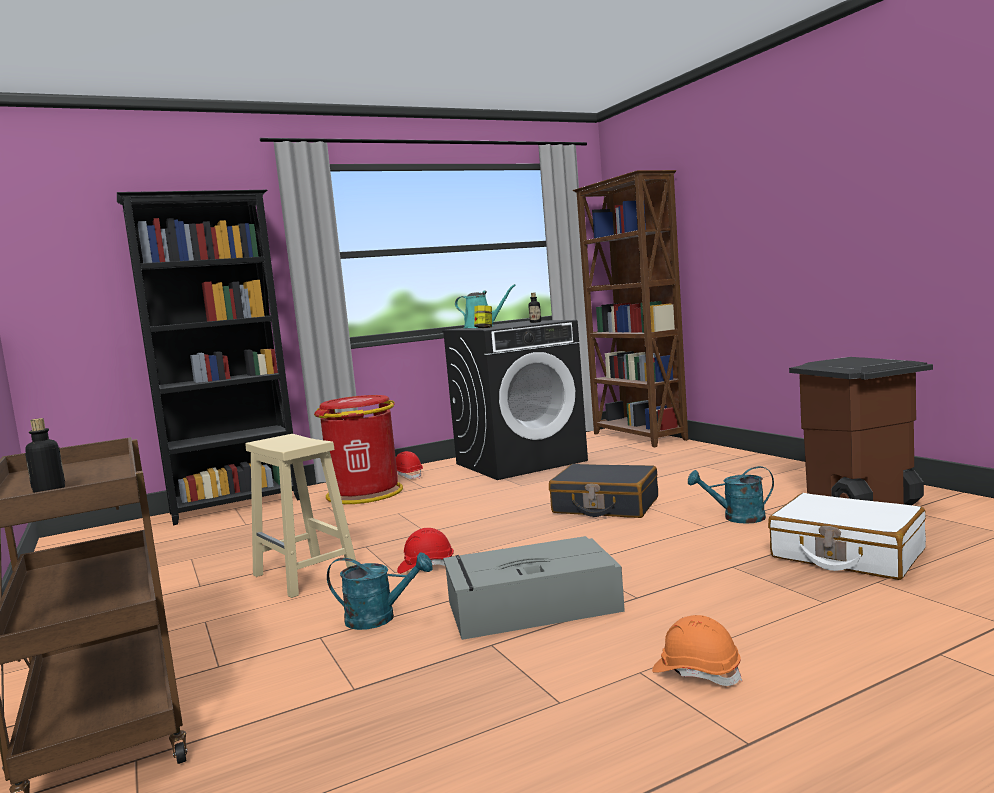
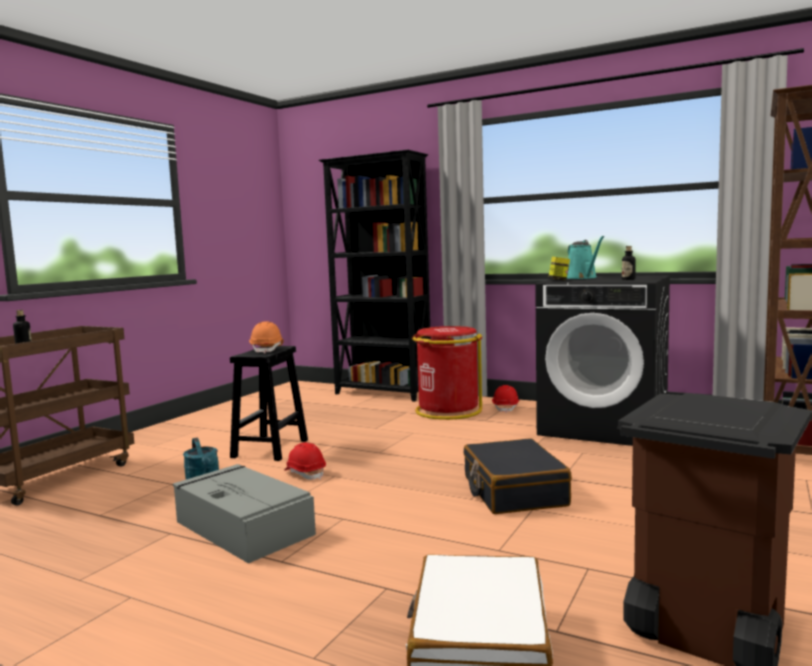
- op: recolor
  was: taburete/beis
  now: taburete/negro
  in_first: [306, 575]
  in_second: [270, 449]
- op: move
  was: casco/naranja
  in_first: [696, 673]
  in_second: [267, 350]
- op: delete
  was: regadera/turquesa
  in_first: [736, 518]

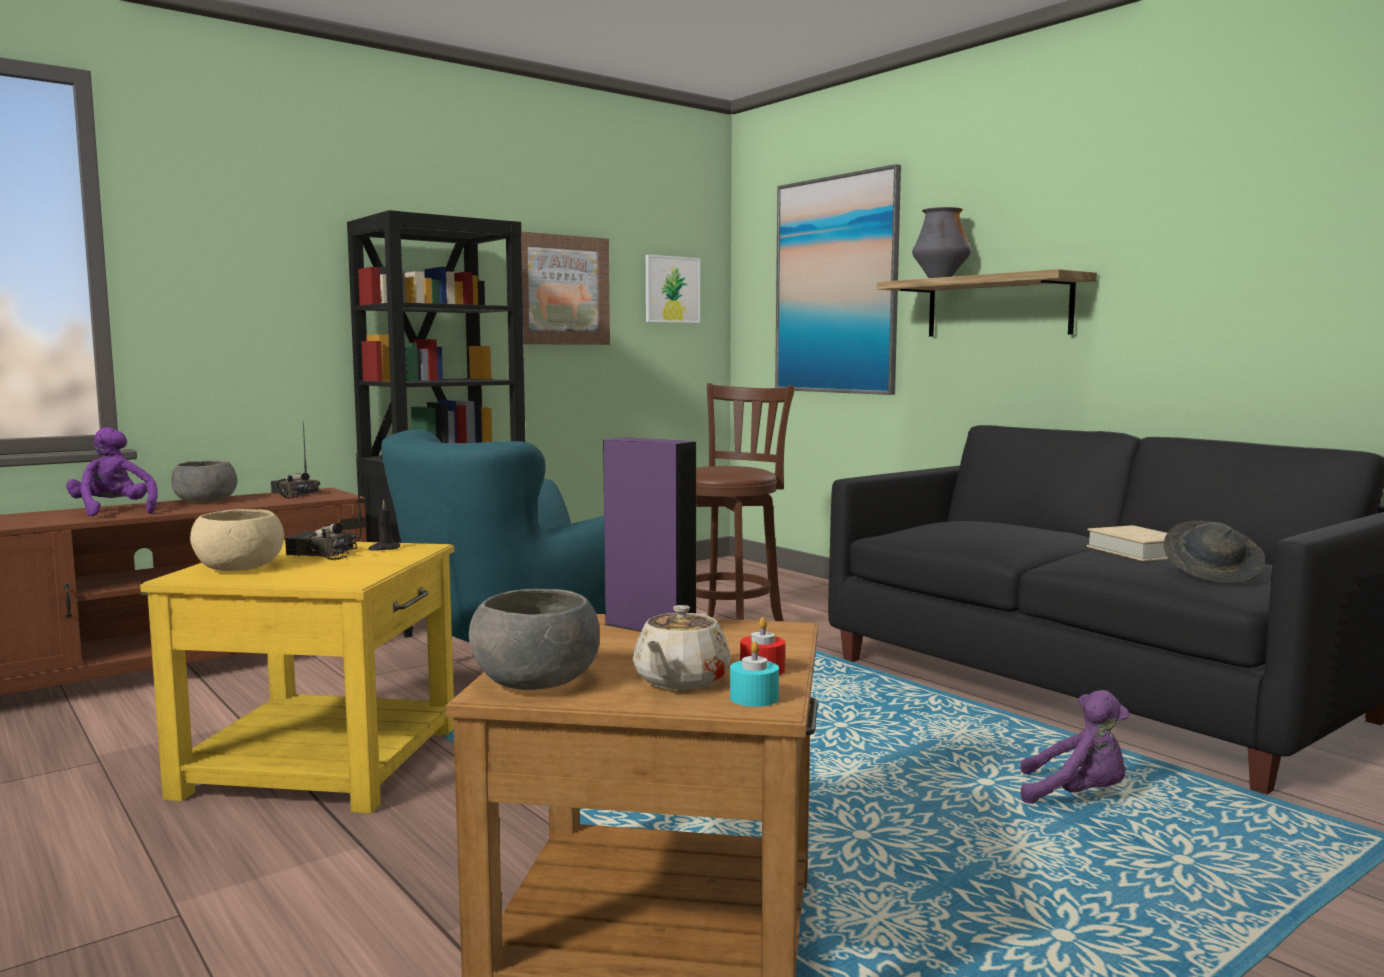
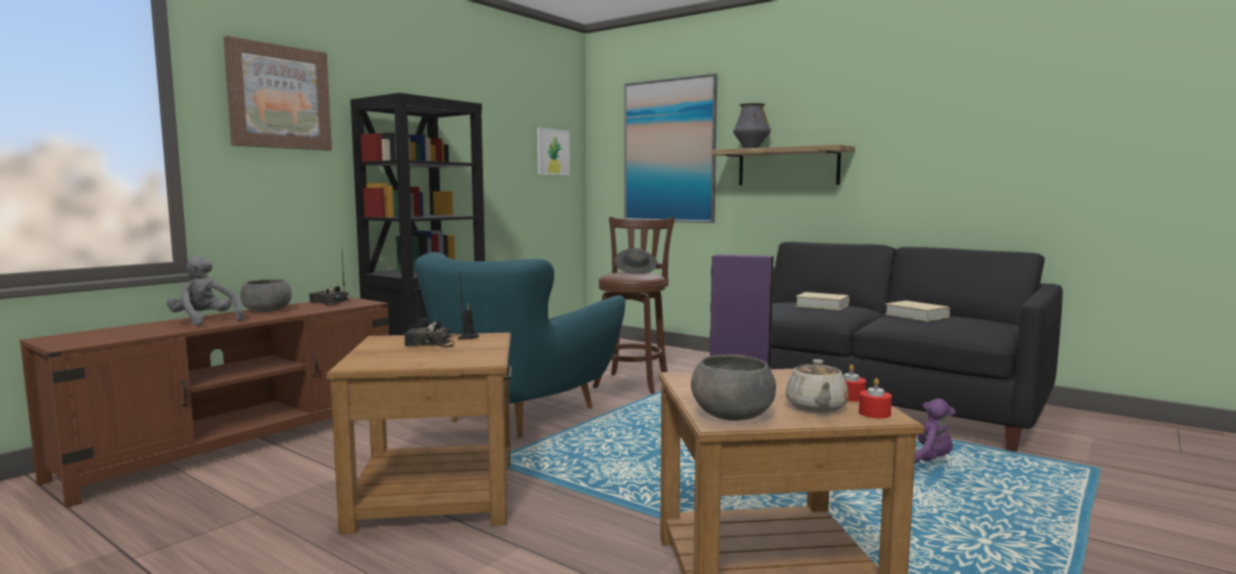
- op: recolor
  was: peluche/morado
  now: peluche/gris
  in_first: [114, 512]
  in_second: [205, 321]
- op: recolor
  was: mesa auxiliar/amarillo
  now: mesa auxiliar/marrón
  in_first: [322, 762]
  in_second: [435, 494]
- op: delete
  was: cuenco/beis
  in_first: [239, 568]
- op: move
  was: cuadro
  in_first: [560, 290]
  in_second: [279, 97]
- op: recolor
  was: vela/turquesa
  now: vela/rojo
  in_first: [754, 698]
  in_second: [874, 413]
- op: move
  was: sombrero/gris
  in_first: [1212, 574]
  in_second: [636, 271]
- op: insert
  now: libro/beis
  in_second: [822, 306]

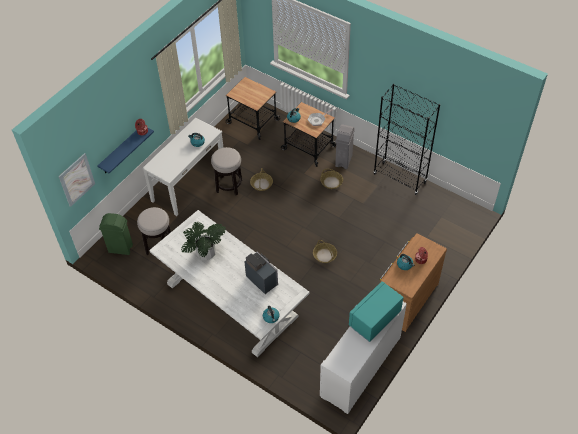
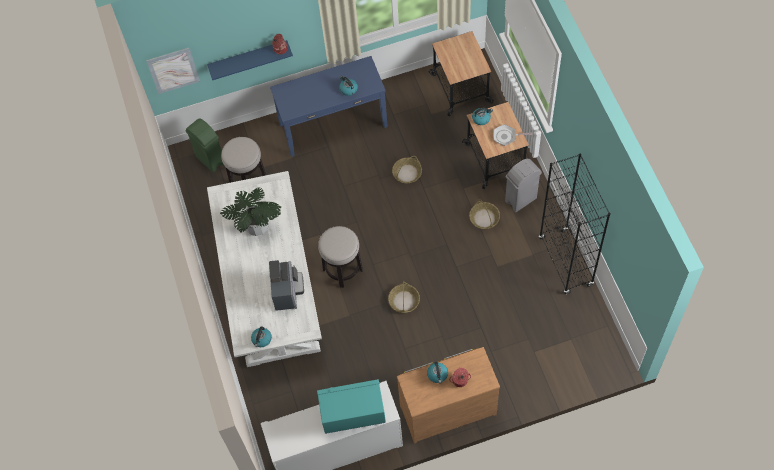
- op: recolor
  was: mesa consola/blanco
  now: mesa consola/azul
  in_first: [188, 183]
  in_second: [333, 124]
- op: move
  was: taburete
  in_first: [229, 186]
  in_second: [343, 269]

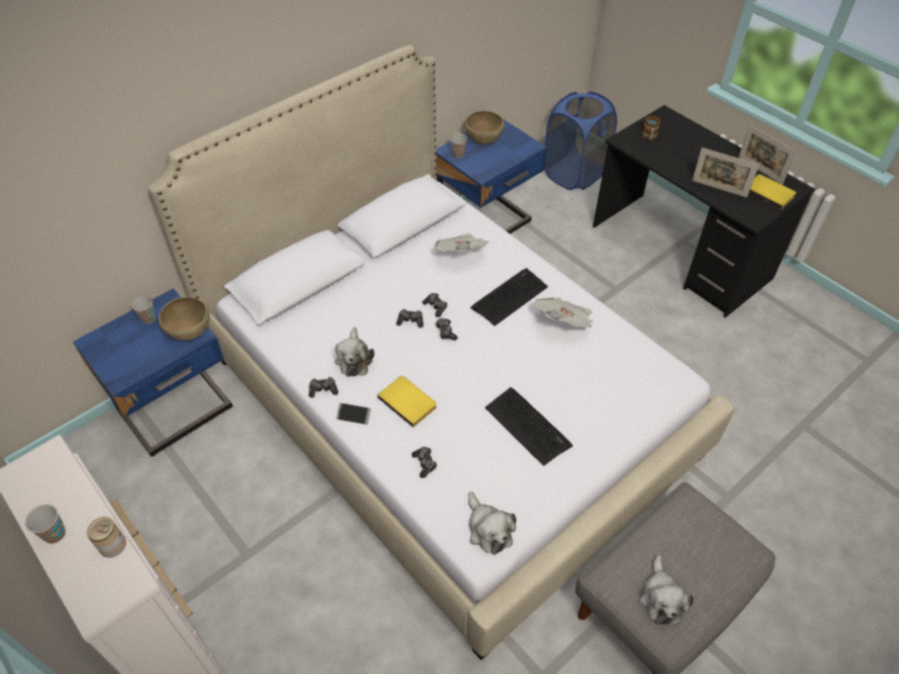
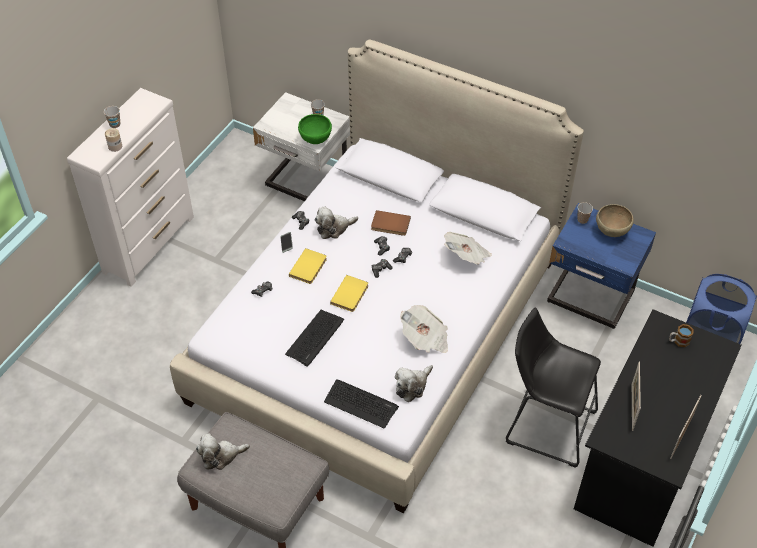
- op: recolor
  was: mesita de noche/azul
  now: mesita de noche/blanco
  in_first: [178, 411]
  in_second: [305, 183]
- op: recolor
  was: cuenco/marrón
  now: cuenco/verde
  in_first: [190, 333]
  in_second: [315, 140]
- op: move
  was: peluche
  in_first: [488, 529]
  in_second: [412, 386]
- op: move
  was: teclado
  in_first: [509, 297]
  in_second: [361, 404]
- op: move
  was: libro/amarillo
  in_first: [769, 192]
  in_second: [351, 295]
- op: insert
  now: libro/marrón
  in_second: [390, 225]
- op: insert
  now: taburete/negro
  in_second: [545, 424]

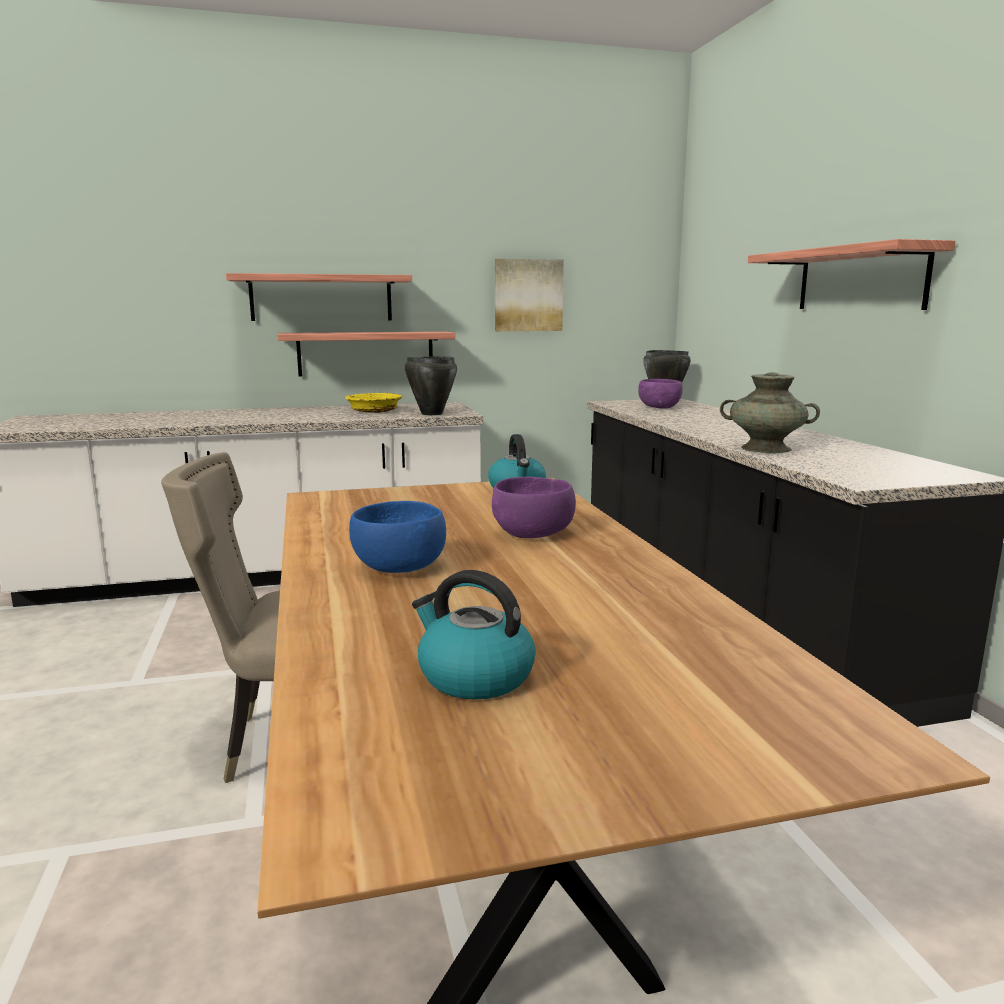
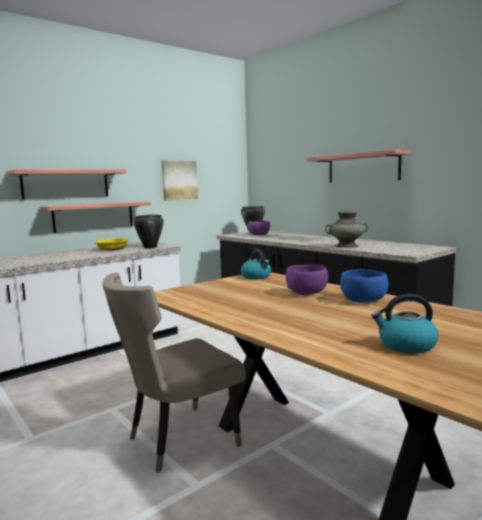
- op: move
  was: cuenco/azul
  in_first: [400, 568]
  in_second: [364, 300]

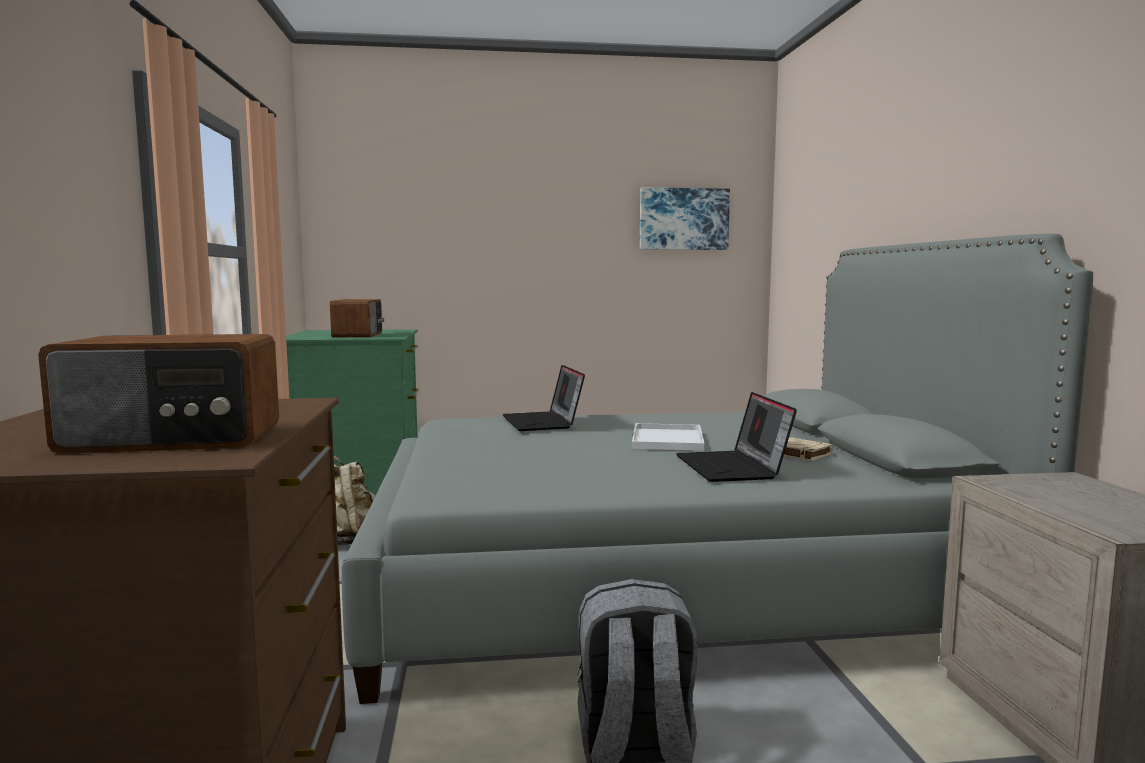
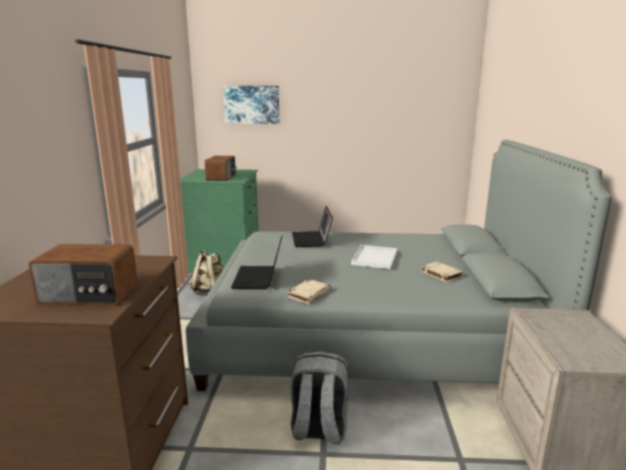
- op: move
  was: cuadro
  in_first: [683, 219]
  in_second: [251, 104]
- op: move
  was: portátil
  in_first: [733, 468]
  in_second: [259, 278]
- op: insert
  now: libro/beis
  in_second: [309, 294]

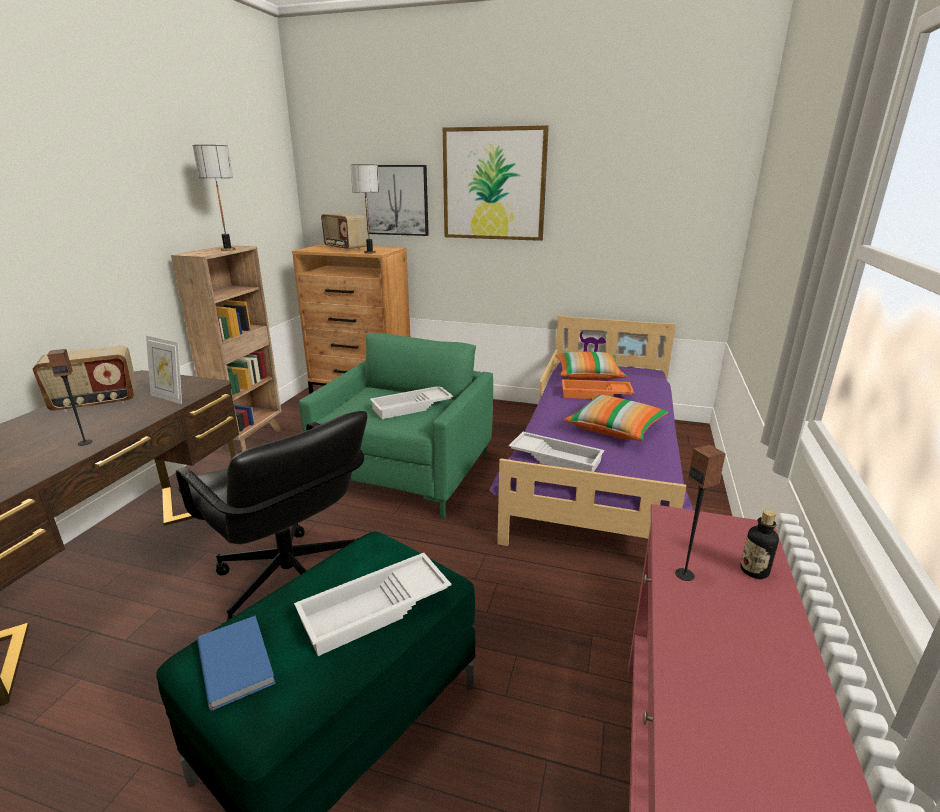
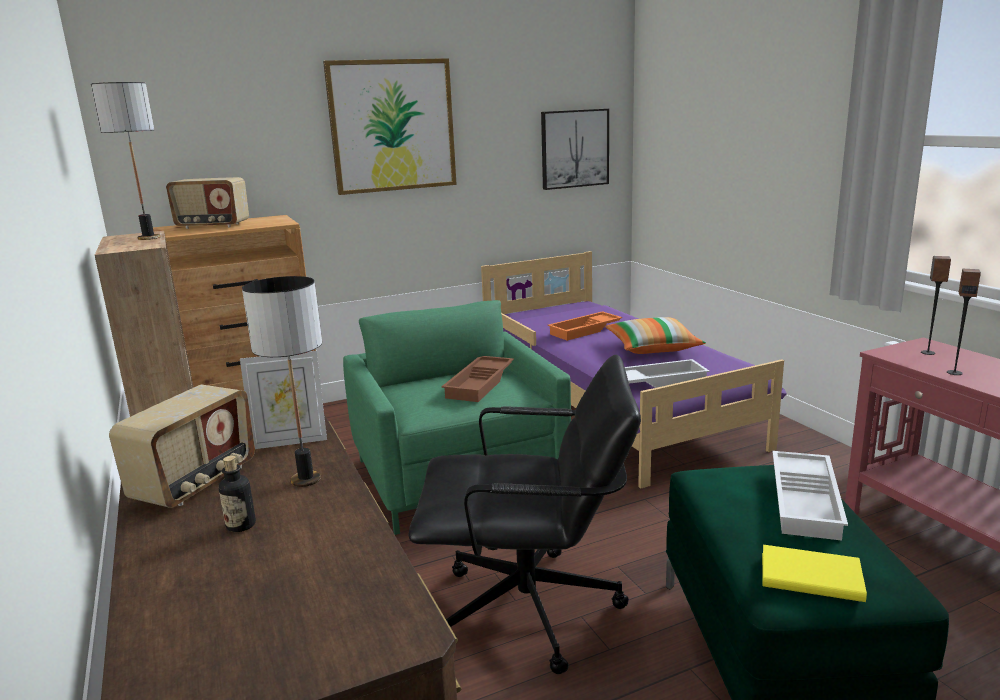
- op: move
  was: altavoz
  in_first: [85, 442]
  in_second: [927, 352]
- op: recolor
  was: libro/azul
  now: libro/amarillo
  in_first: [238, 661]
  in_second: [809, 575]
- op: move
  was: lámpara de mesa
  in_first: [369, 252]
  in_second: [306, 480]
- op: move
  was: cuadro
  in_first: [397, 200]
  in_second: [574, 148]
- op: recolor
  was: bandeja/blanco
  now: bandeja/marrón
  in_first: [411, 407]
  in_second: [480, 384]
- op: delete
  was: cojín
  in_first: [588, 376]
- op: move
  was: botella
  in_first: [754, 571]
  in_second: [241, 525]

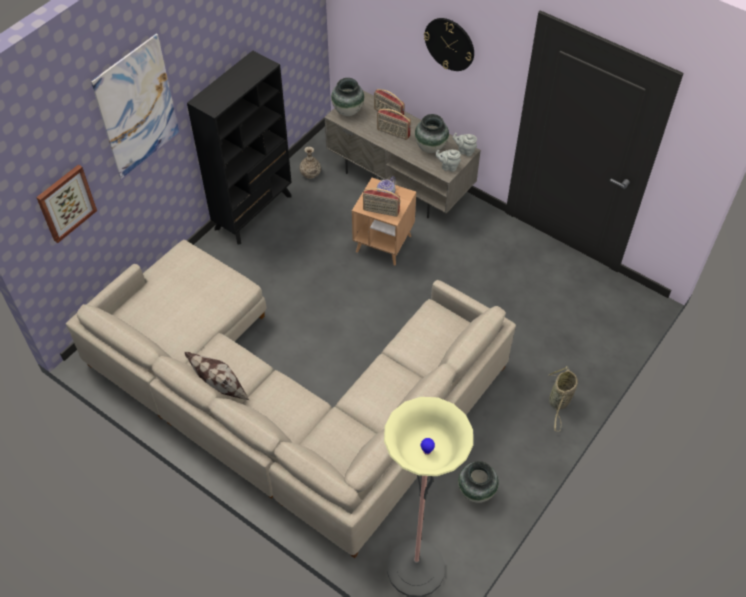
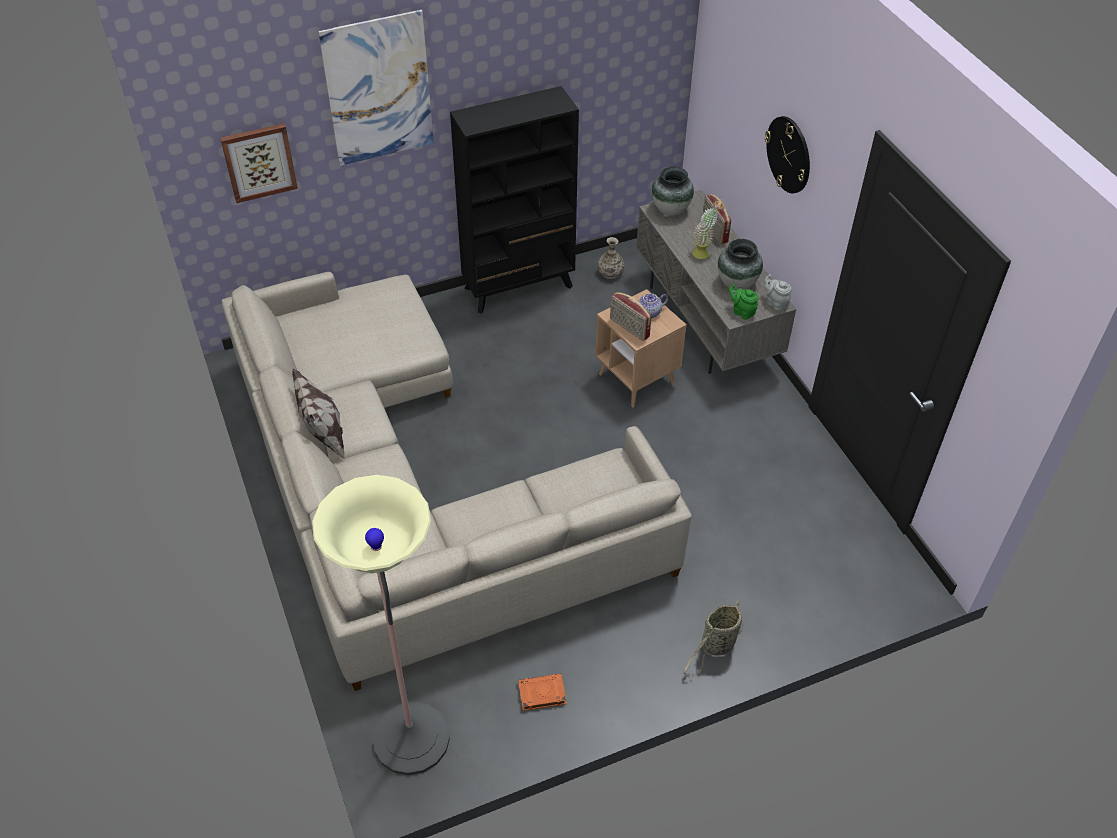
- op: replace
  was: radio
  now: planta en maceta
  in_first: [393, 133]
  in_second: [704, 252]
- op: recolor
  was: tetera/gris
  now: tetera/verde
  in_first: [448, 167]
  in_second: [742, 312]
- op: replace
  was: florero
  now: libro/naranja
  in_first: [476, 492]
  in_second: [541, 694]

